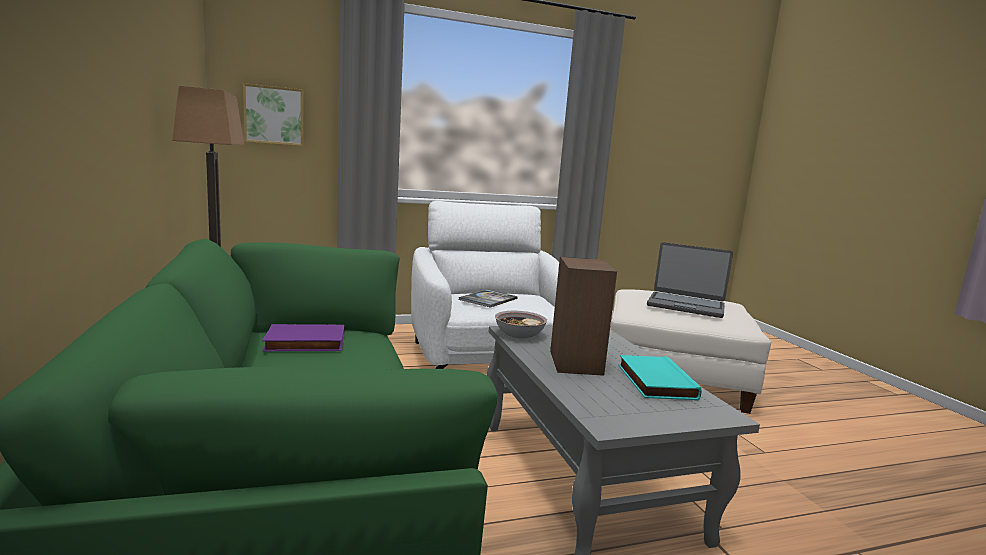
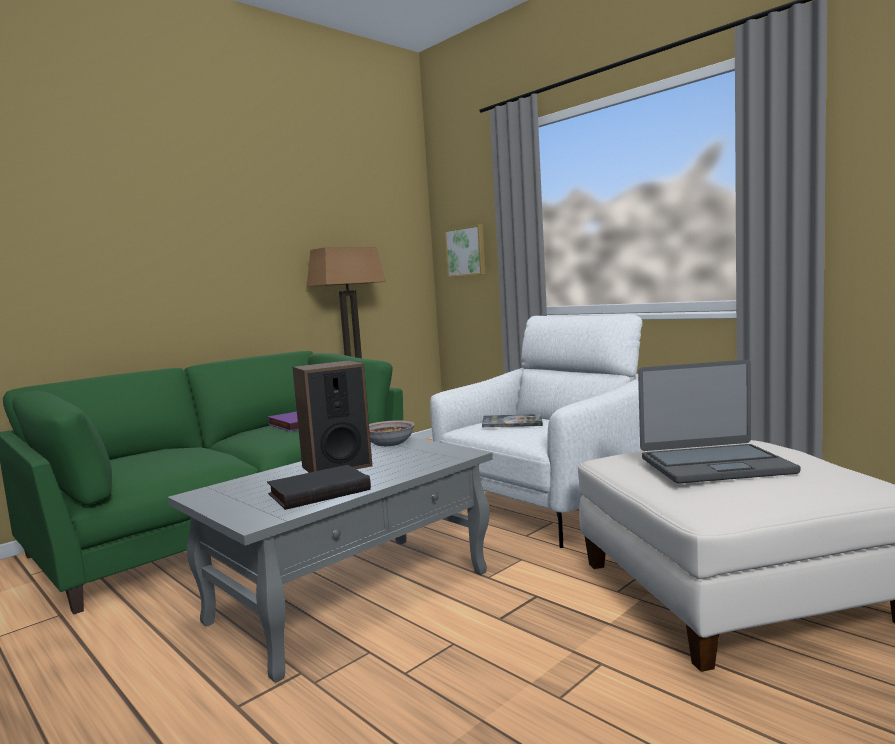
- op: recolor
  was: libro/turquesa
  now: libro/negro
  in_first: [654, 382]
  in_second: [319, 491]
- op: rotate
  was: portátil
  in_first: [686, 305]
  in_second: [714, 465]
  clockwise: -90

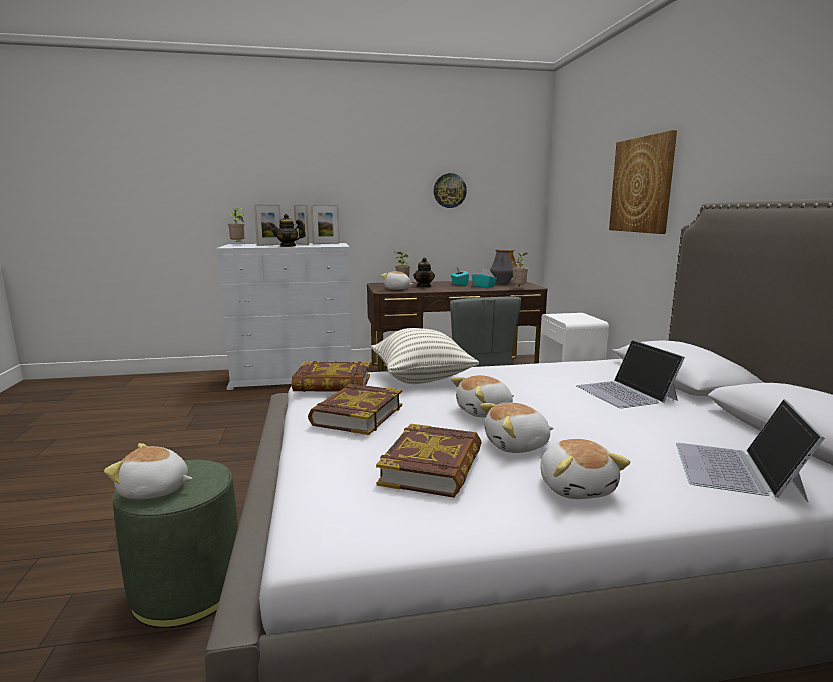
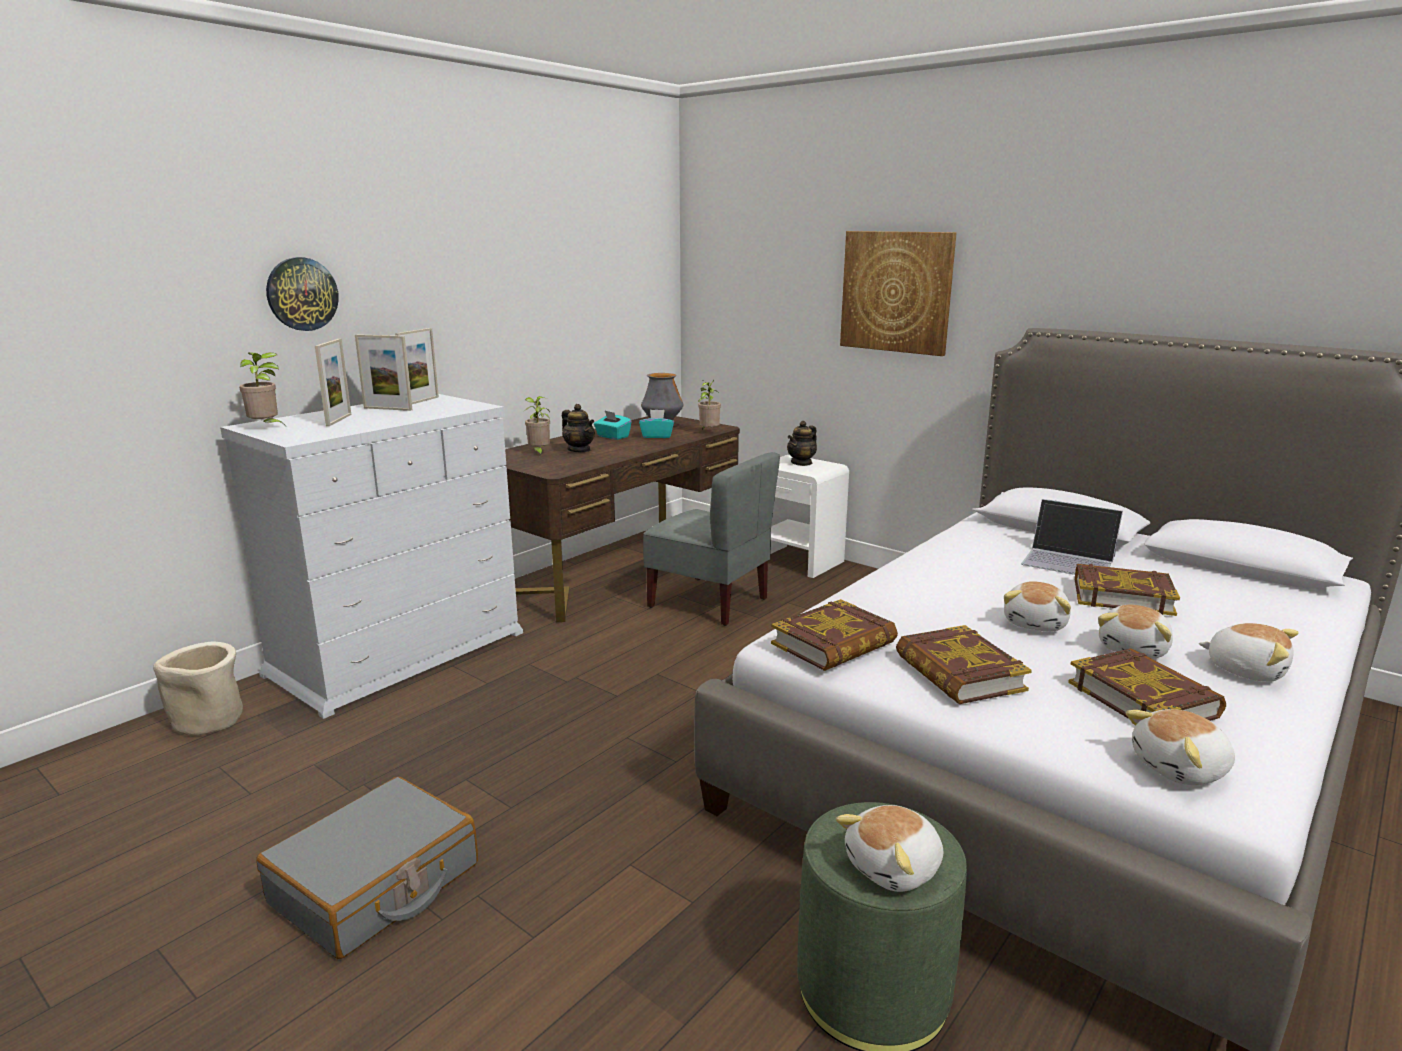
- op: move
  was: tetera
  in_first: [288, 246]
  in_second: [801, 463]
- op: delete
  was: cojín
  in_first: [421, 379]
- op: move
  was: peluche
  in_first: [397, 289]
  in_second: [1181, 769]
- op: move
  was: reloj de pared
  in_first: [449, 190]
  in_second: [302, 294]
- op: delete
  was: portátil
  in_first: [737, 470]
- op: insert
  now: maceta/beis
  in_second: [208, 721]
- op: insert
  now: maleta/gris
  in_second: [376, 885]
- op: insert
  now: libro
  in_second: [1122, 596]

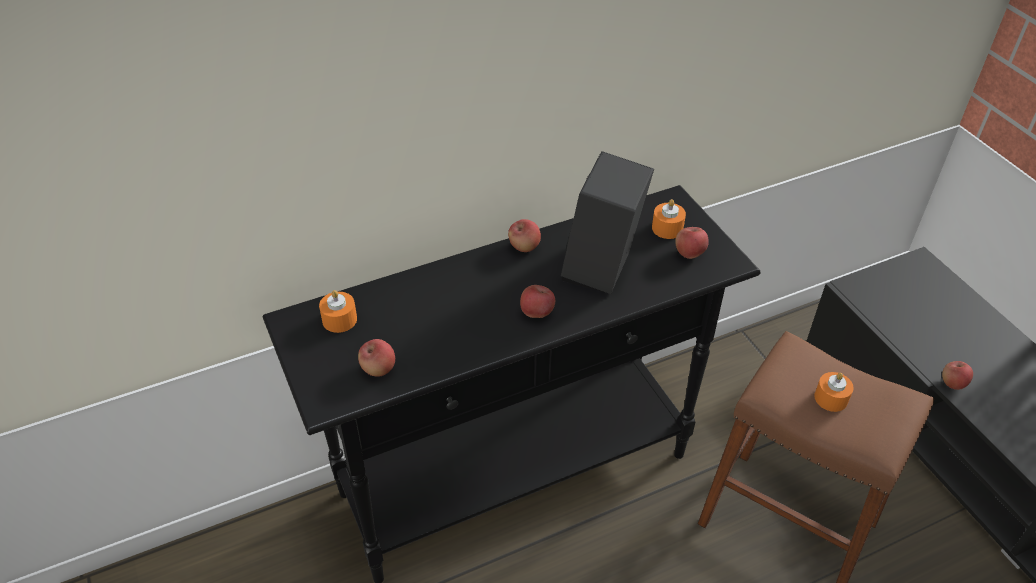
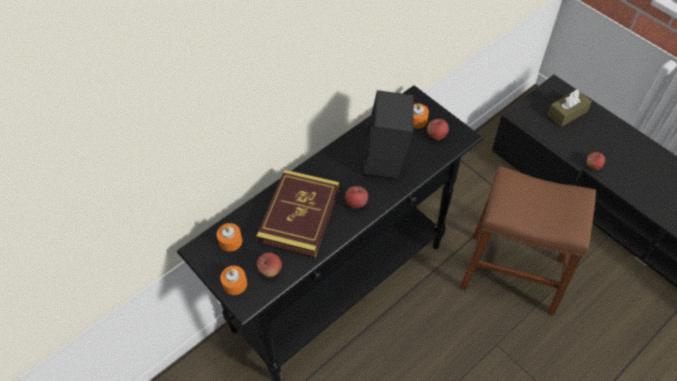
- op: delete
  was: manzana
  in_first: [524, 247]
- op: move
  was: vela/naranja
  in_first: [831, 398]
  in_second: [235, 284]
- op: insert
  now: libro
  in_second: [299, 216]
- op: insert
  now: caja de pañuelos/marrón
  in_second: [567, 113]

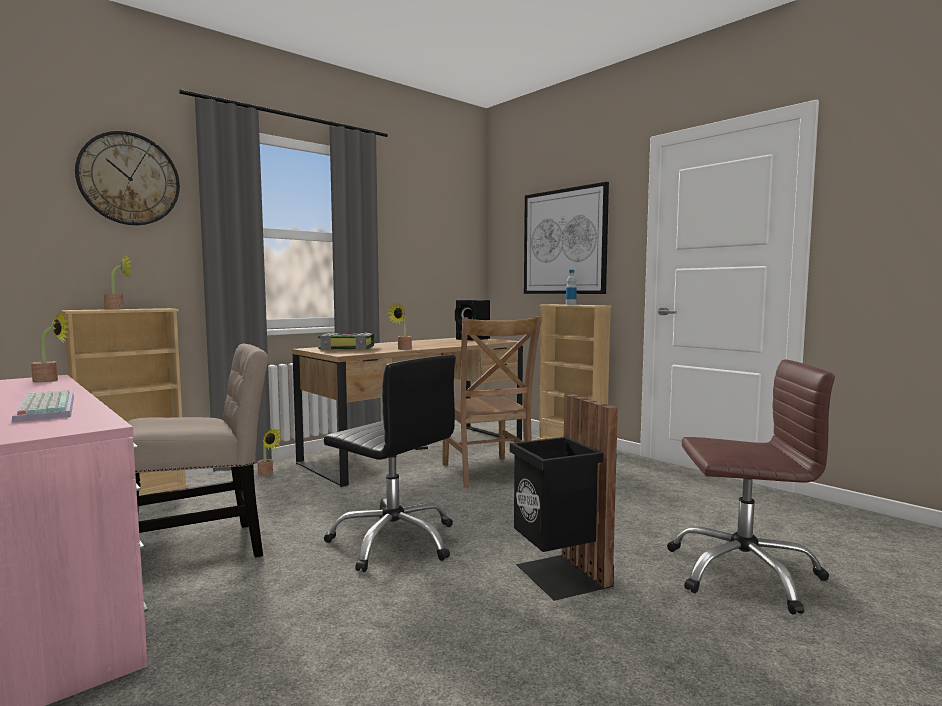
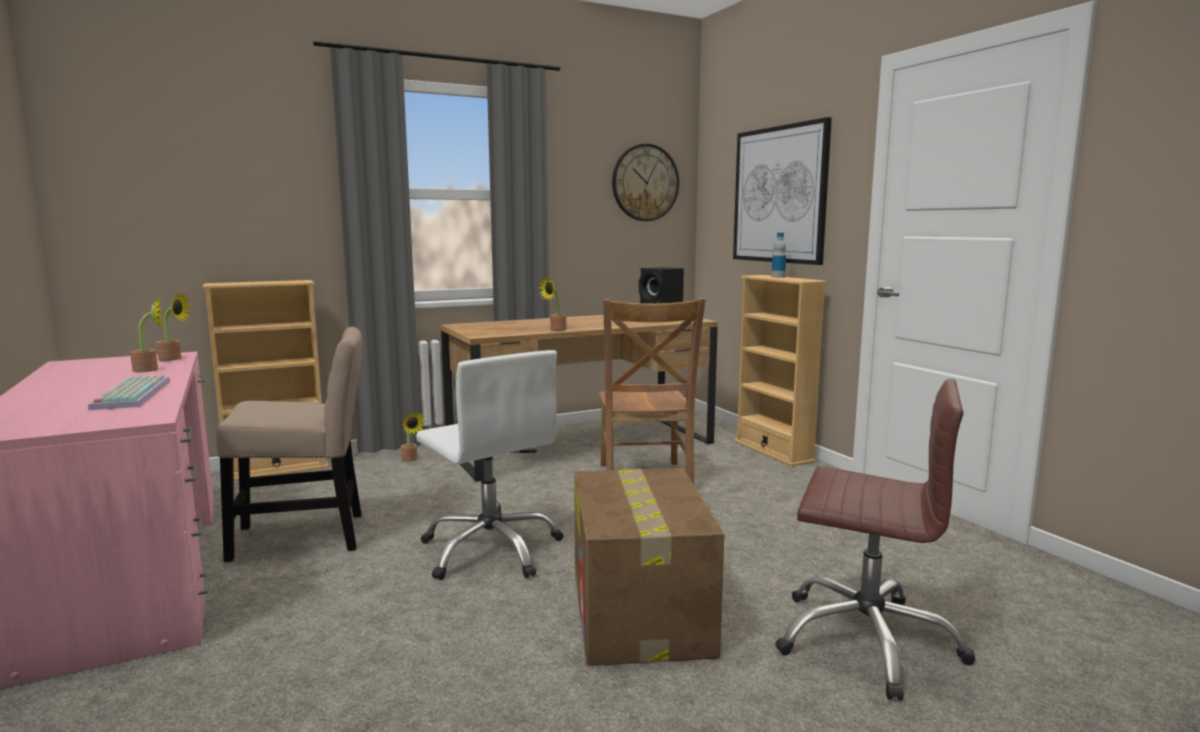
- op: move
  was: reloj de pared
  in_first: [129, 179]
  in_second: [645, 183]
- op: move
  was: planta en maceta
  in_first: [118, 309]
  in_second: [151, 369]
- op: delete
  was: libro
  in_first: [348, 348]
- op: recolor
  was: silla de oficina/negro
  now: silla de oficina/blanco
  in_first: [394, 541]
  in_second: [491, 550]
- op: replace
  was: papelera/negro
  now: caja de cartón
  in_first: [559, 576]
  in_second: [640, 613]

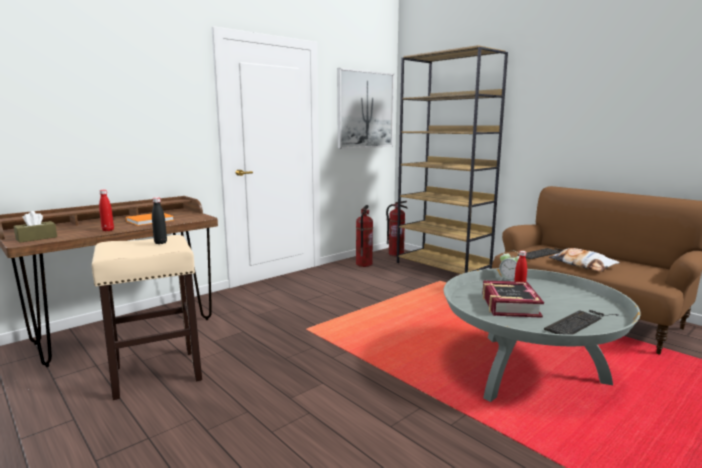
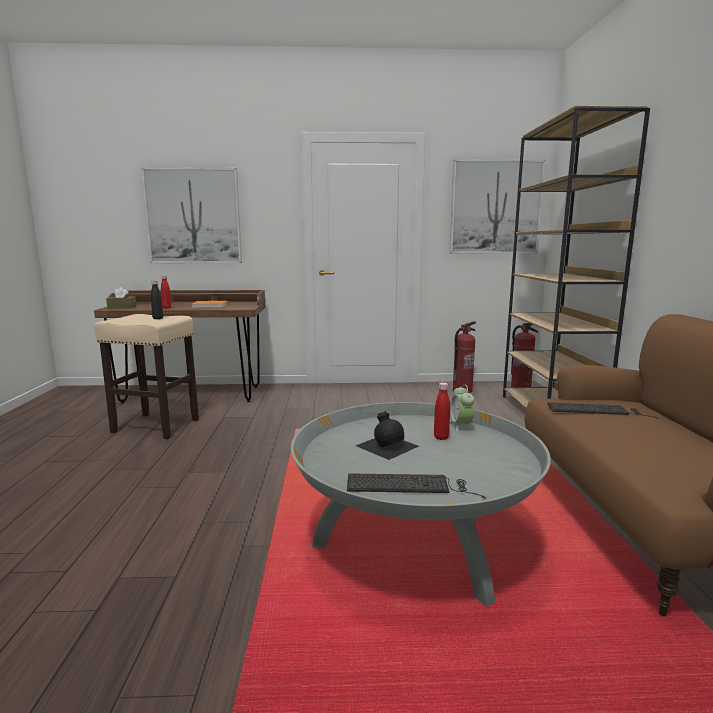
- op: replace
  was: libro
  now: botella/negro
  in_first: [509, 305]
  in_second: [387, 445]
- op: delete
  was: cojín
  in_first: [582, 264]
- op: insert
  now: cuadro
  in_second: [193, 216]

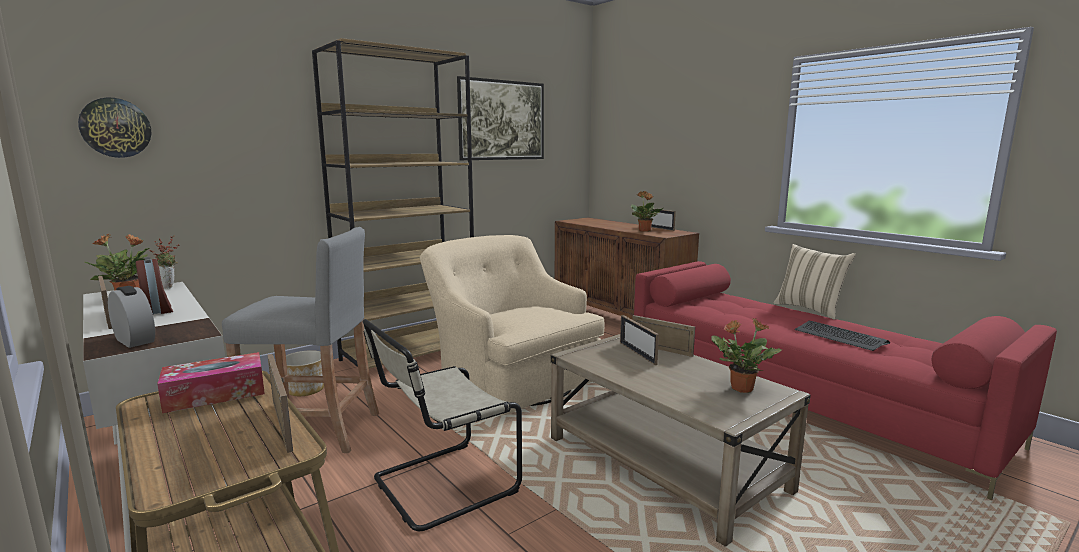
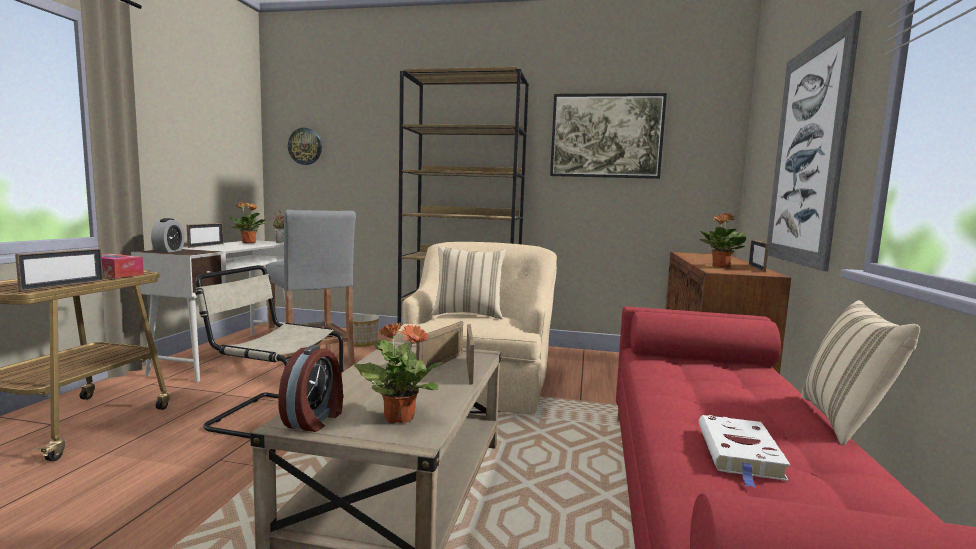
- op: move
  was: despertador
  in_first: [158, 310]
  in_second: [315, 419]
- op: replace
  was: teclado
  now: libro/blanco
  in_first: [840, 336]
  in_second: [740, 454]
- op: insert
  now: cojín/beis
  in_second: [468, 314]
- op: insert
  now: cuadro
  in_second: [807, 154]

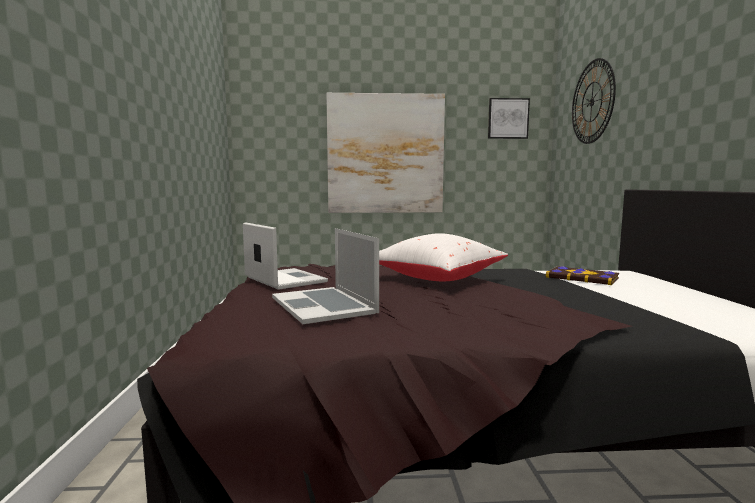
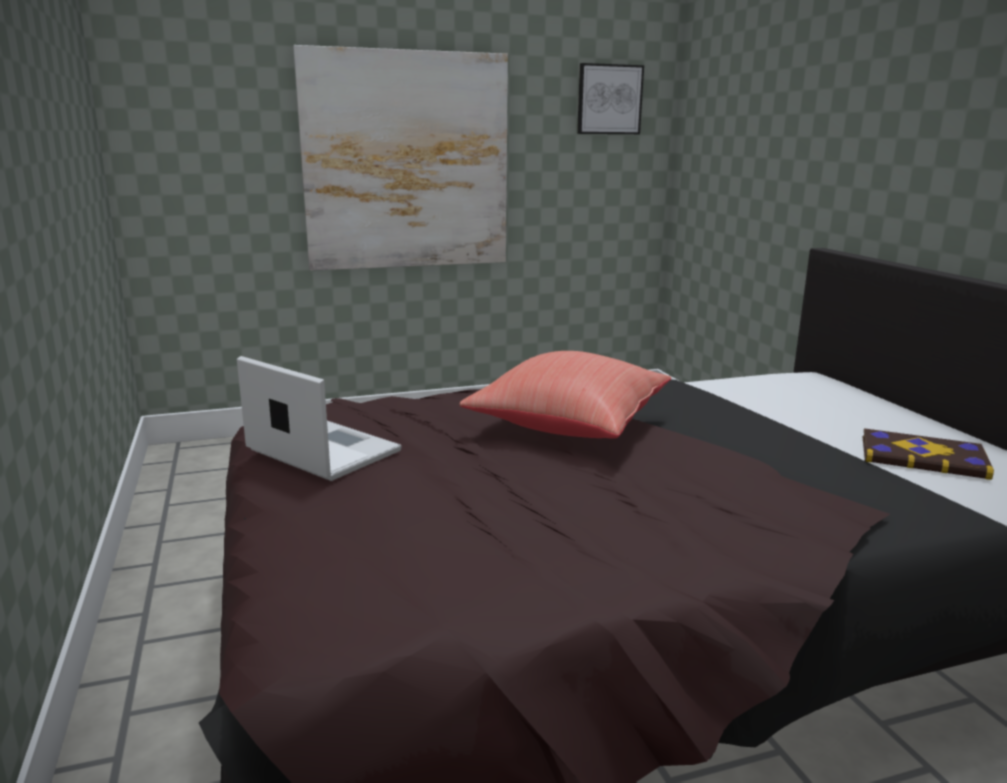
- op: delete
  was: portátil
  in_first: [323, 305]
- op: recolor
  was: cojín/blanco
  now: cojín/rojo
  in_first: [436, 279]
  in_second: [567, 425]
- op: move
  was: libro
  in_first: [582, 277]
  in_second: [922, 457]
- op: delete
  was: reloj de pared
  in_first: [592, 102]

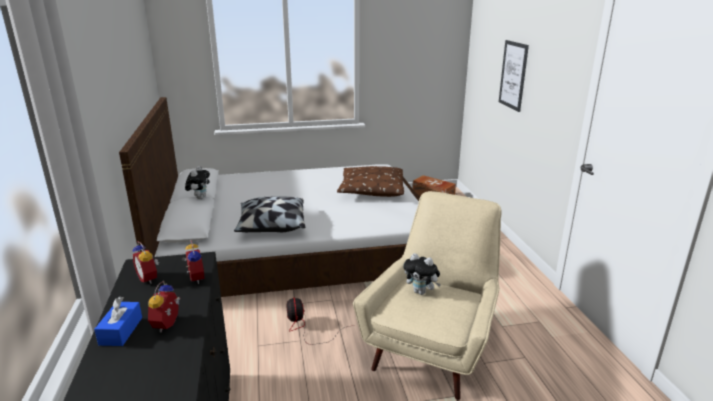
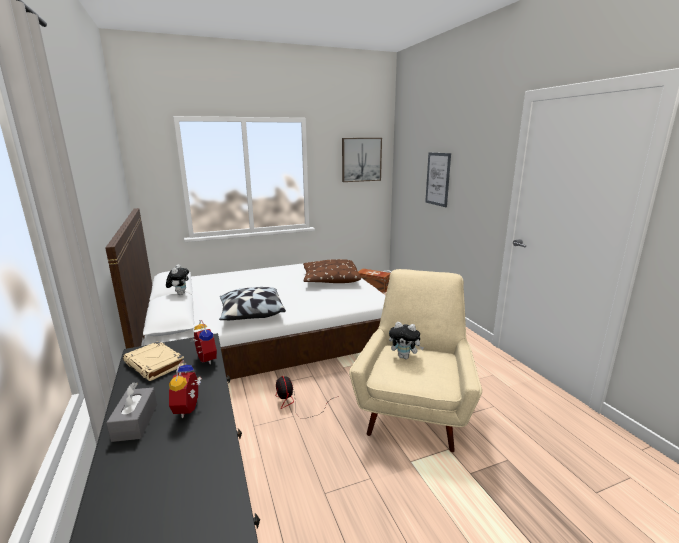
- op: recolor
  was: caja de pañuelos/azul
  now: caja de pañuelos/gris
  in_first: [121, 331]
  in_second: [135, 422]
- op: replace
  was: despertador
  now: libro/beis
  in_first: [149, 278]
  in_second: [155, 364]
- op: insert
  now: cuadro
  in_second: [361, 159]

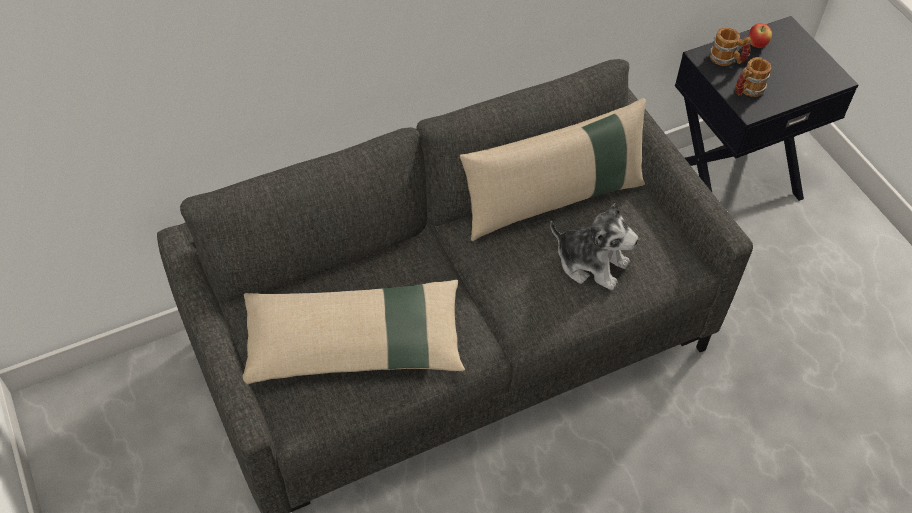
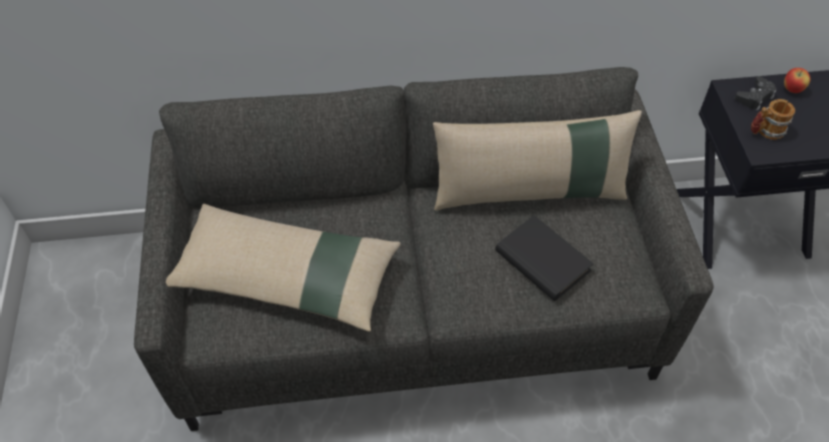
- op: replace
  was: peluche
  now: libro/negro
  in_first: [591, 262]
  in_second: [542, 261]
- op: replace
  was: taza grande
  now: mando de consola/negro
  in_first: [727, 59]
  in_second: [755, 97]

